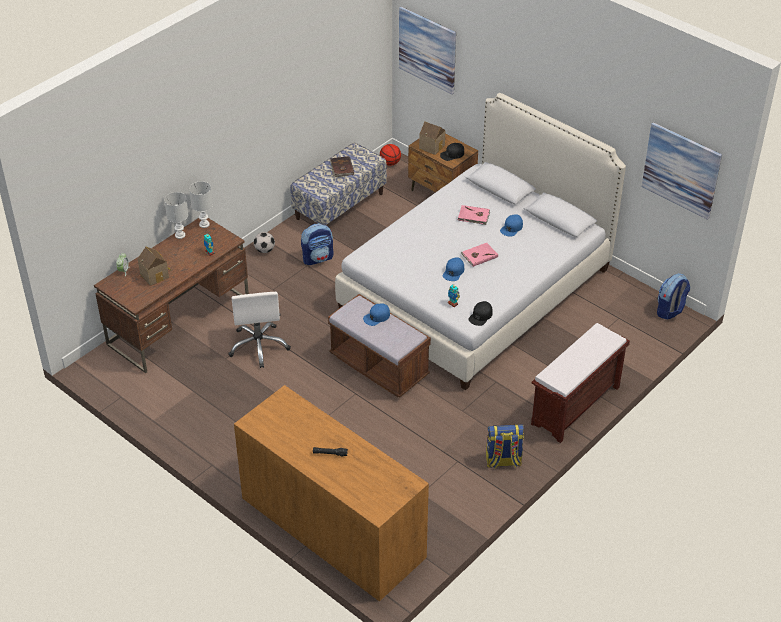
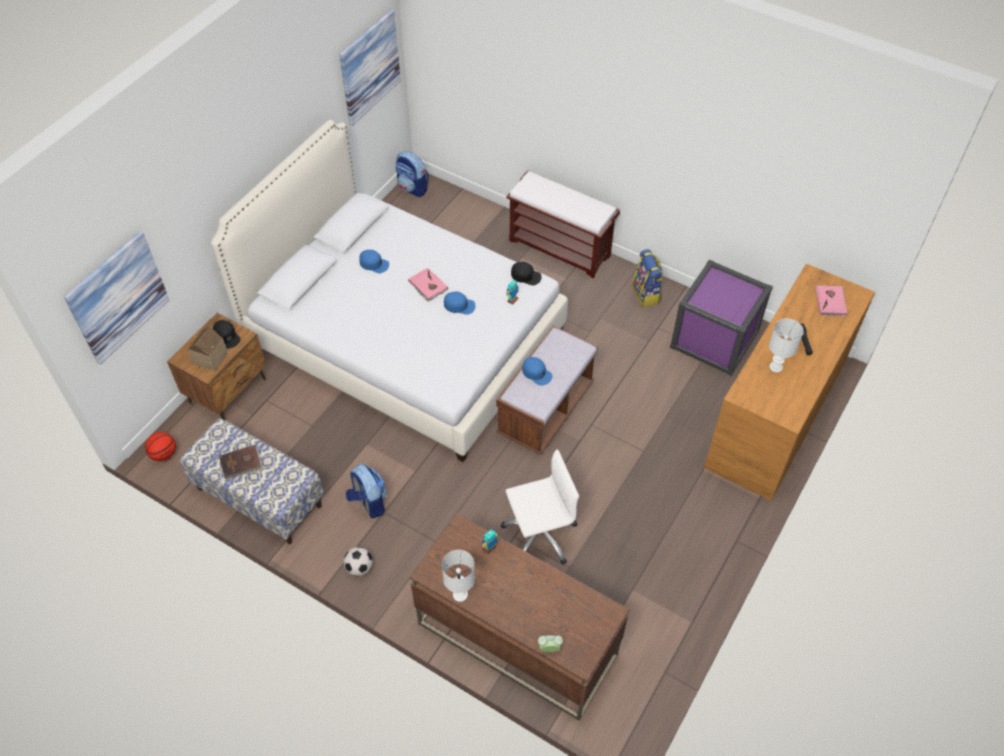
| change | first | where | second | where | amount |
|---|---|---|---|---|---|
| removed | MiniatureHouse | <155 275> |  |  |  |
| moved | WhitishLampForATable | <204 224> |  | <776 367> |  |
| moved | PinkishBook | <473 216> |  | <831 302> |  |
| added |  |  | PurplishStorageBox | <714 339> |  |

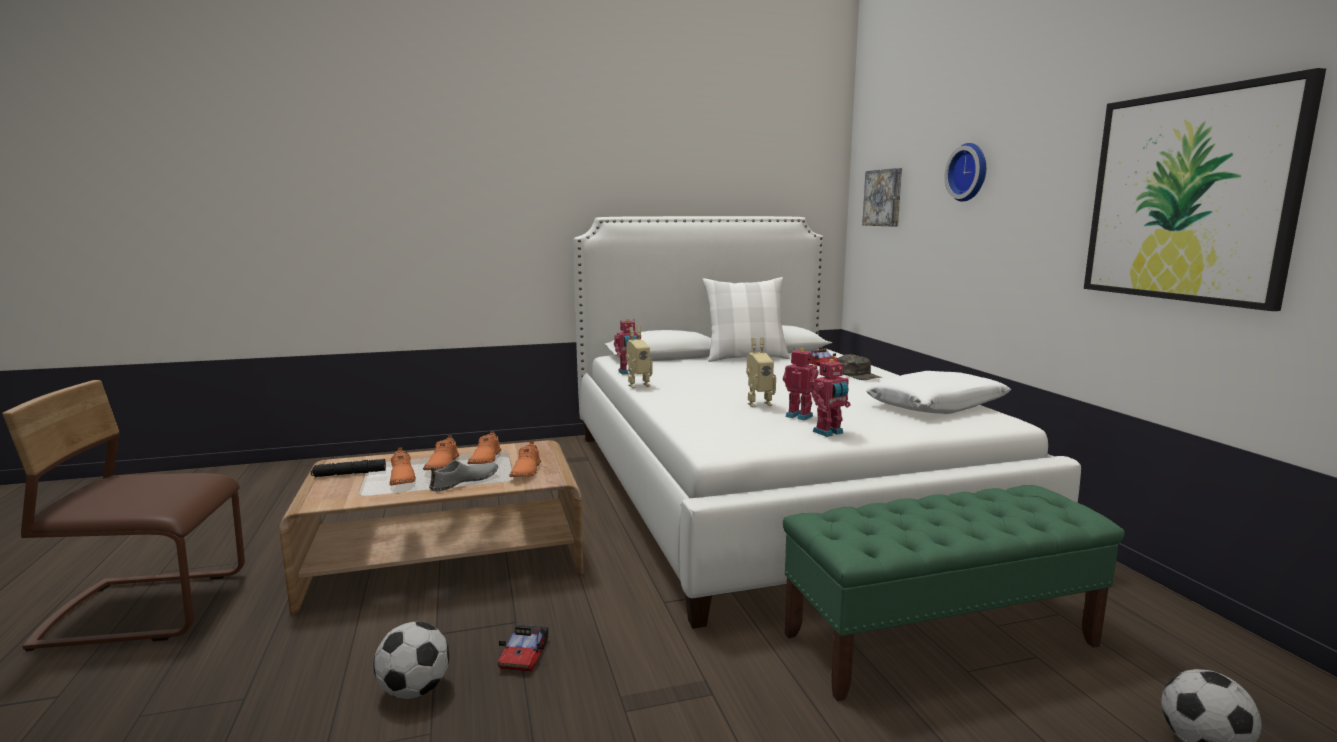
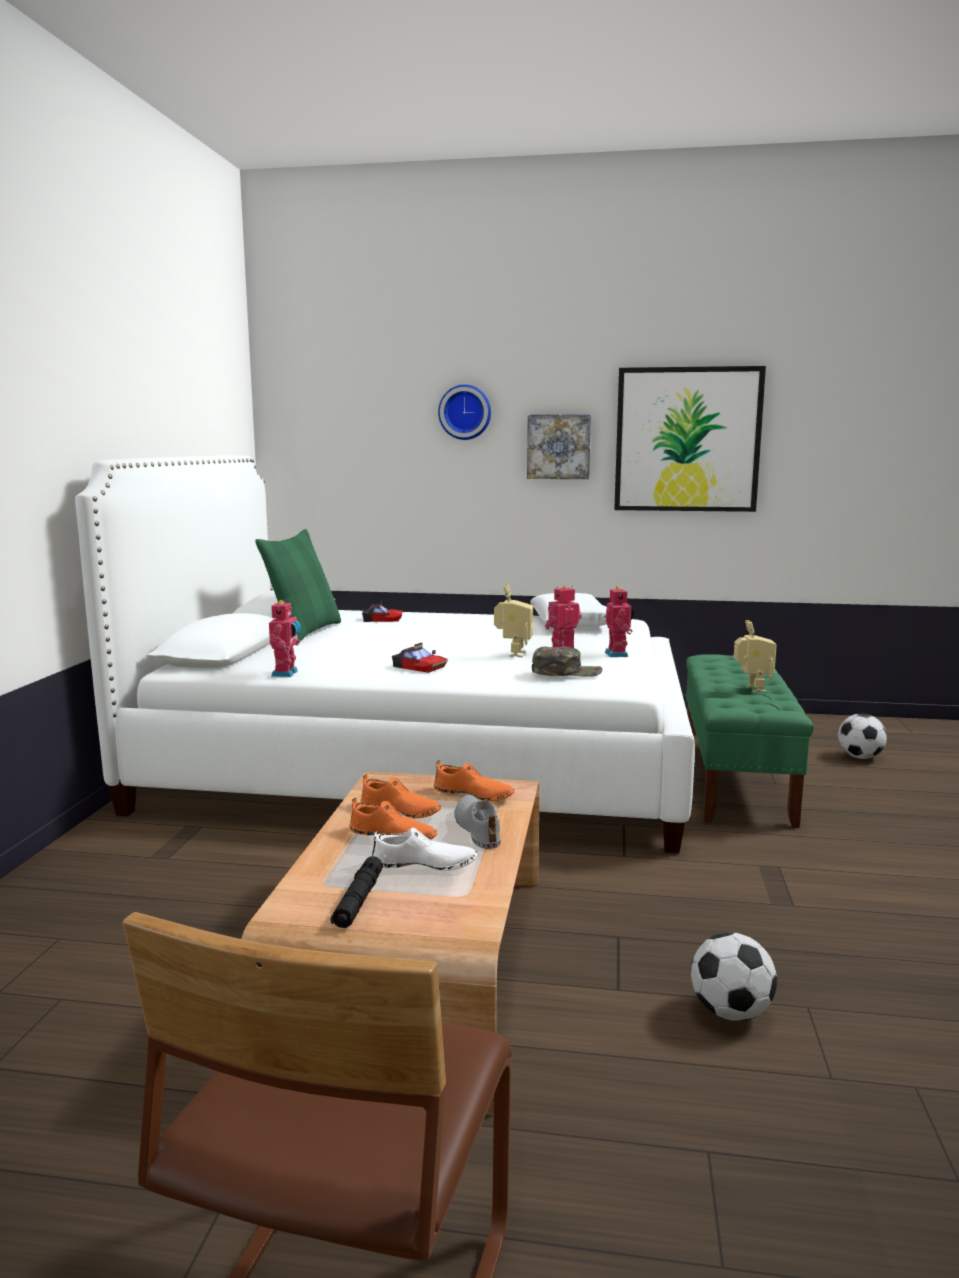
| change | first | where | second | where | amount |
|---|---|---|---|---|---|
| recoloured | OrangeyLowShoe | <401 478> | WhitishLowShoe | <424 864> |  |
| moved | MiniatureCar | <524 654> |  | <419 667> |  |
| moved | RobotFigure | <637 385> |  | <752 689> |  |
| recoloured | WhitishThrowPillow | <745 358> | GreenishThrowPillow | <304 632> |  |
| moved | GreenishBaseballCap | <859 375> |  | <566 671> |  |
| moved | WallPicture | <884 198> |  | <559 446> |  |

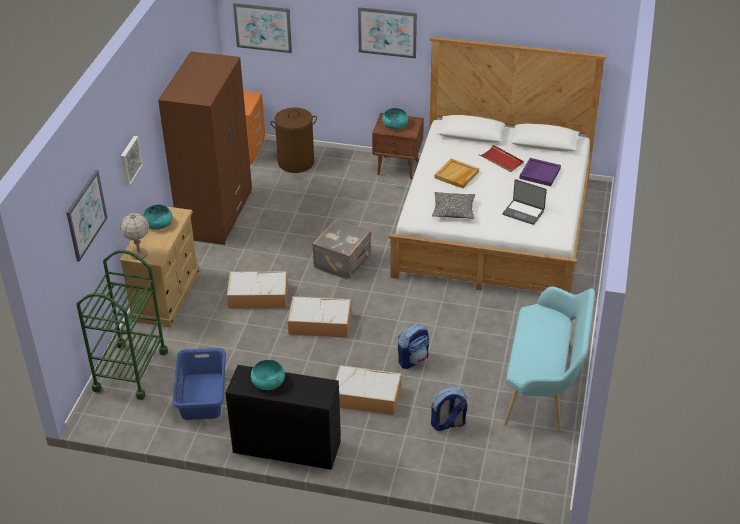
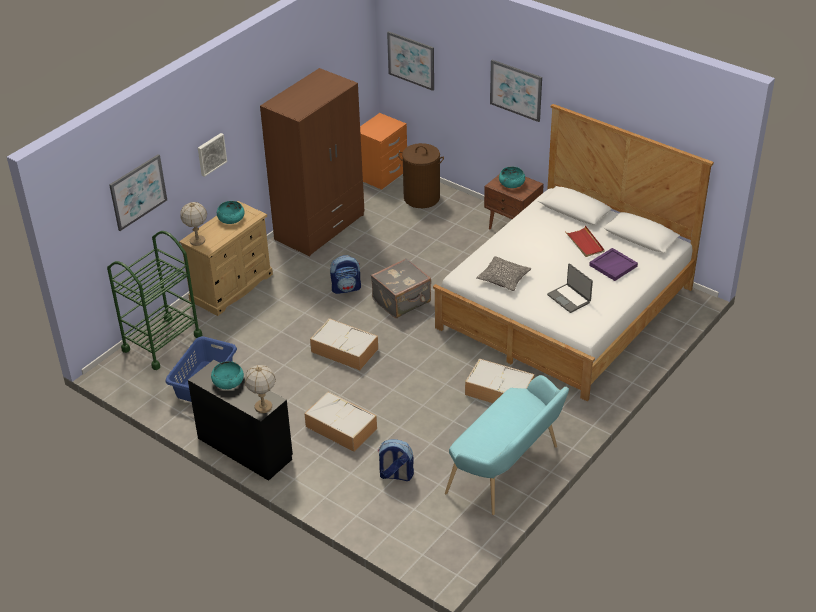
| change | first | where | second | where | amount |
|---|---|---|---|---|---|
| moved | StorageBox | <259 296> |  | <500 391> |  |
| moved | Backpack | <413 359> |  | <346 288> |  |
| removed | BeigeColouredTray | <456 175> |  |  |  |
| added |  |  | LampForATable | <263 407> |  |

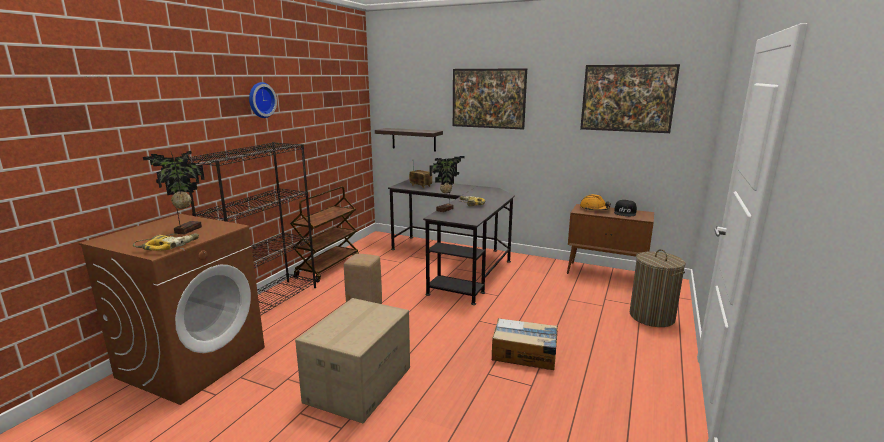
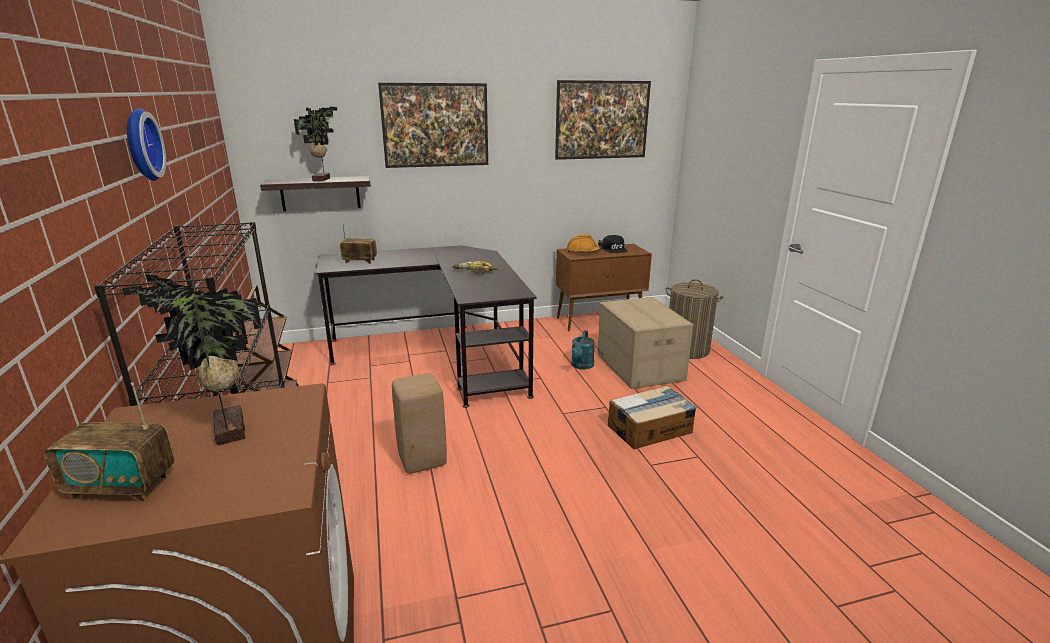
| change | first | where | second | where | amount |
|---|---|---|---|---|---|
| removed | Drill | <169 246> |  |  |  |
| moved | PackingBox | <358 384> |  | <638 367> |  |
| moved | PottedPlant | <446 210> |  | <323 179> |  |
| added |  |  | RadioReceiver | <122 486> |  |
| added |  |  | BlueGreenWateringCan | <581 366> |  |

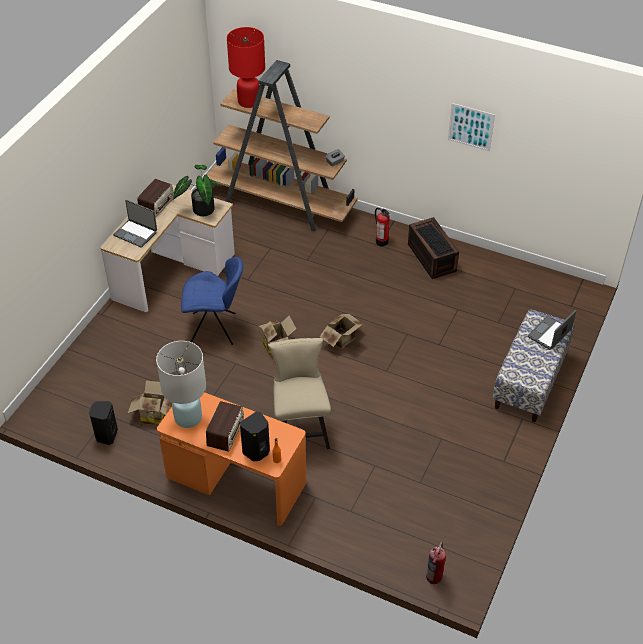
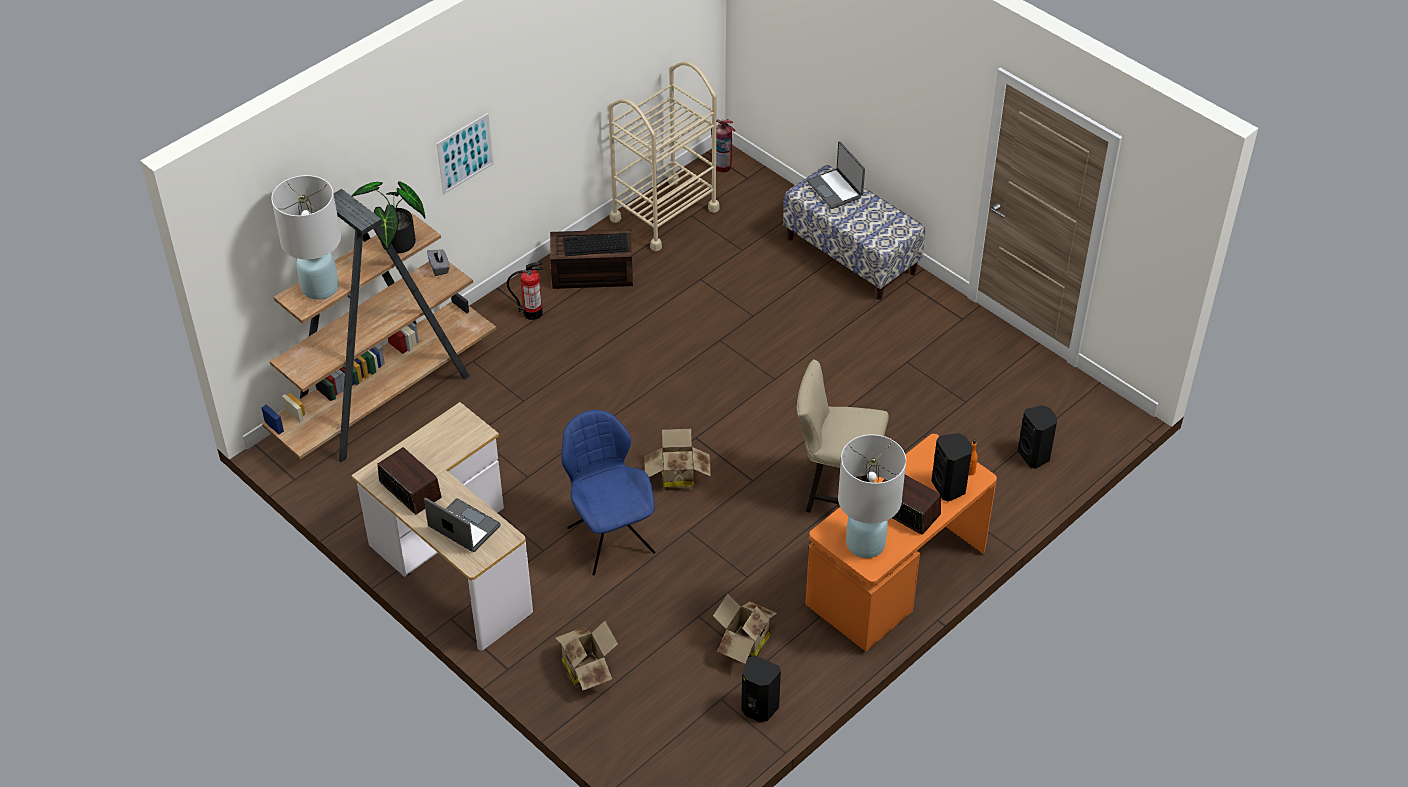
| change | first | where | second | where | amount |
|---|---|---|---|---|---|
| turned | Laptop | <136 233> |  | <463 528> | 105 degrees counterclockwise |
| moved | PottedPlant | <201 209> |  | <395 245> |  |
| turned | BlueColouredUprightChair | <215 329> |  | <609 538> | 45 degrees counterclockwise |
| recoloured | RedLampForATable | <248 101> | WhitishLampForATable | <319 287> |  |
| moved | PackingBox | <343 340> |  | <587 669> |  |
| moved | FireFightingCylinder | <434 577> |  | <723 166> |  |
| moved | WallPicture | <471 127> |  | <465 153> |  |
| added |  |  | BeigeColouredTrolley | <664 214> |  |
| added |  |  | BlackSpeaker | <1034 456> |  |

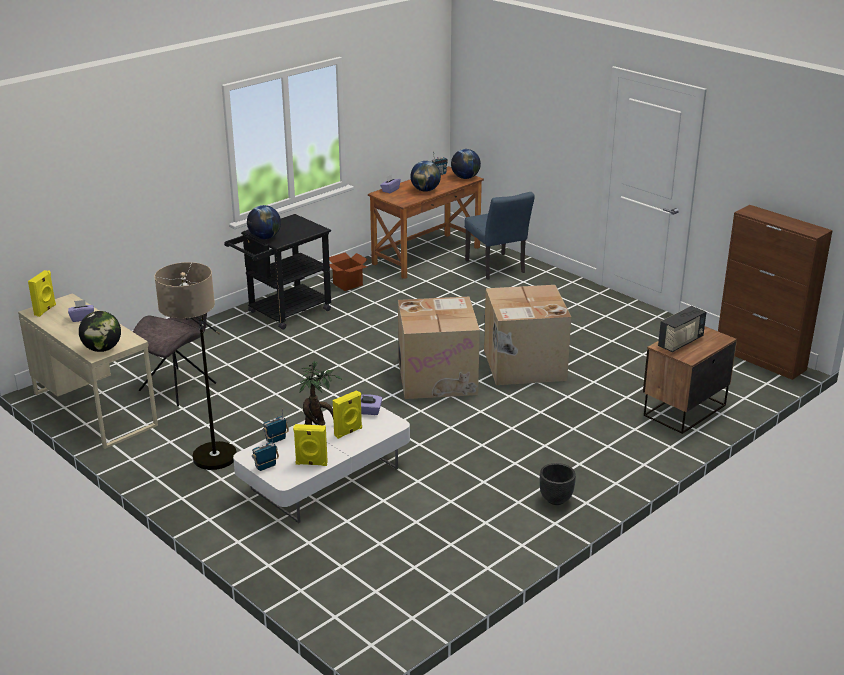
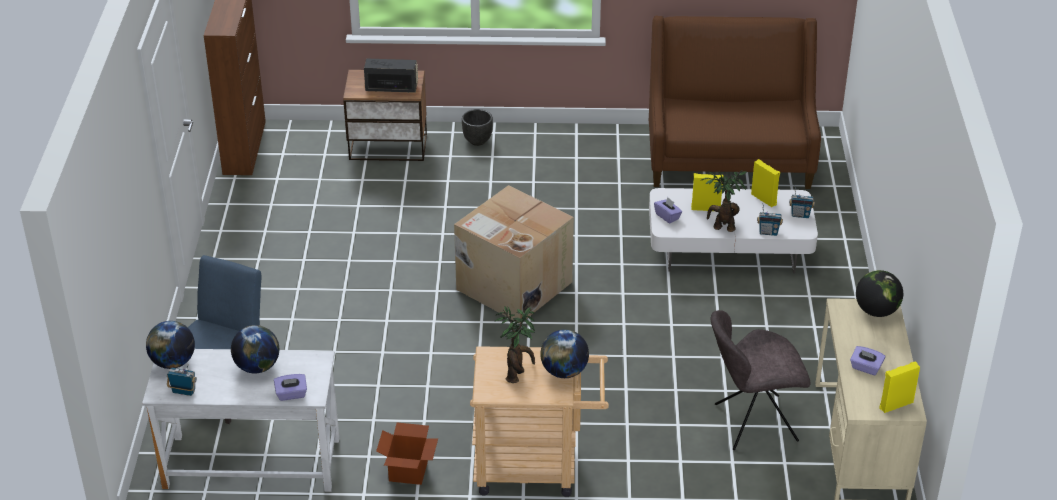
| change | first | where | second | where | amount |
|---|---|---|---|---|---|
| removed | StandingLamp | <209 467> |  |  |  |
| recoloured | BlackTrolley | <284 313> | BeigeColouredTrolley | <536 467> |  |
| recoloured | BrownColouredDeskTable | <426 255> | WhitishDeskTable | <251 464> |  |
| removed | PackingBox | <523 365> |  |  |  |
| moved | BlackFlowerPot | <555 499> |  | <477 141> |  |
| added |  |  | PottedPlant | <518 374> |  |
| added |  |  | BrownColouredCouch | <728 158> |  |

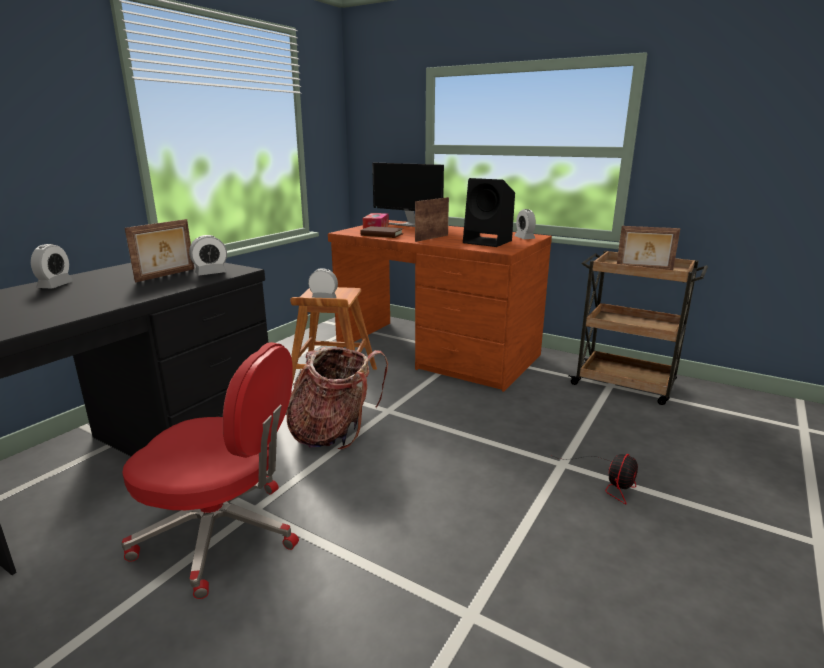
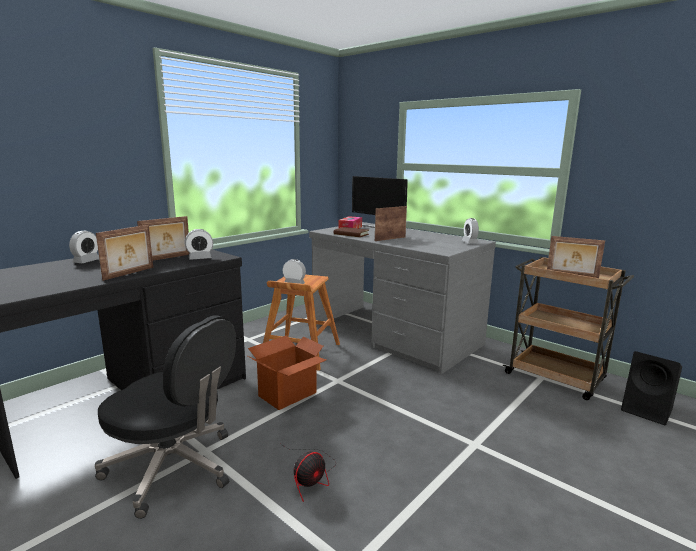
| change | first | where | second | where | amount |
|---|---|---|---|---|---|
| recoloured | RedDeskChair | <222 534> | BlackDeskChair | <174 468> |  |
| replaced | Backpack | <334 433> | PackingBox | <288 394> |  |
| recoloured | BrownColouredDeskTable | <437 353> | GreyDeskTable | <394 335> |  |
| moved | BlackSpeaker | <489 242> |  | <648 410> |  |
| moved | ElectricFan | <609 481> |  | <311 476> |  |
| added |  |  | StandingFrame | <129 273> |  |

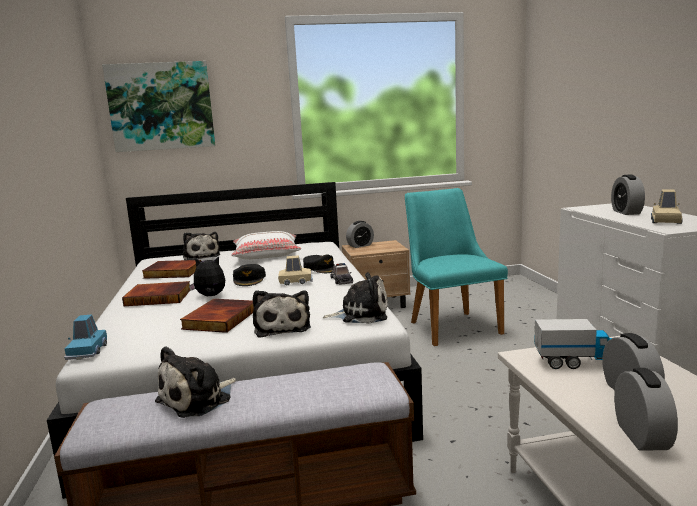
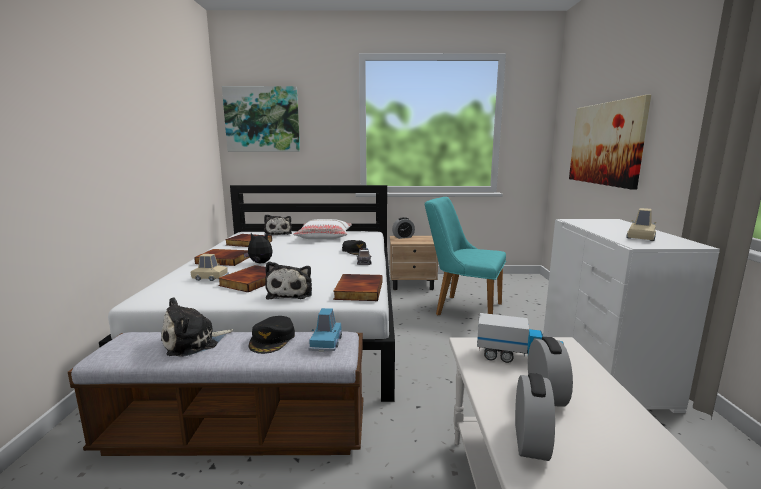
| change | first | where | second | where | amount |
|---|---|---|---|---|---|
| moved | BlueColouredMiniatureCar | <88 351> |  | <326 342> |  |
| moved | BlackBaseballCap | <249 279> |  | <272 339> |  |
| moved | BeigeColouredMiniatureCar | <296 281> |  | <210 278> |  |
| replaced | SoftToy | <361 314> | Book | <358 290> |  |
| turned | BlueGreenUprightChair | <450 325> |  | <462 308> | 60 degrees counterclockwise |
| removed | TableClock | <626 212> |  |  |  |
| added |  |  | WallPicture | <605 144> |  |

